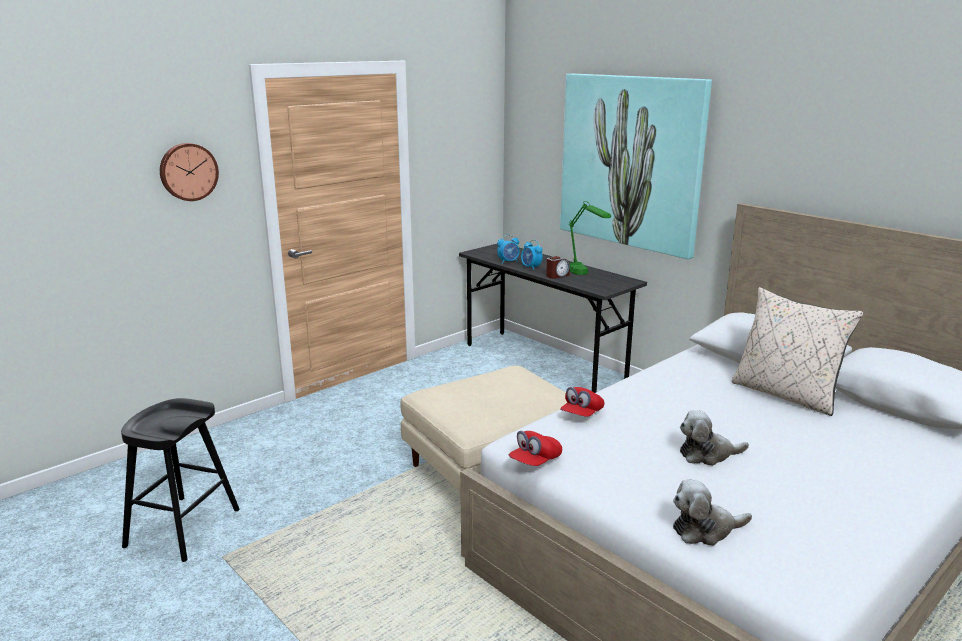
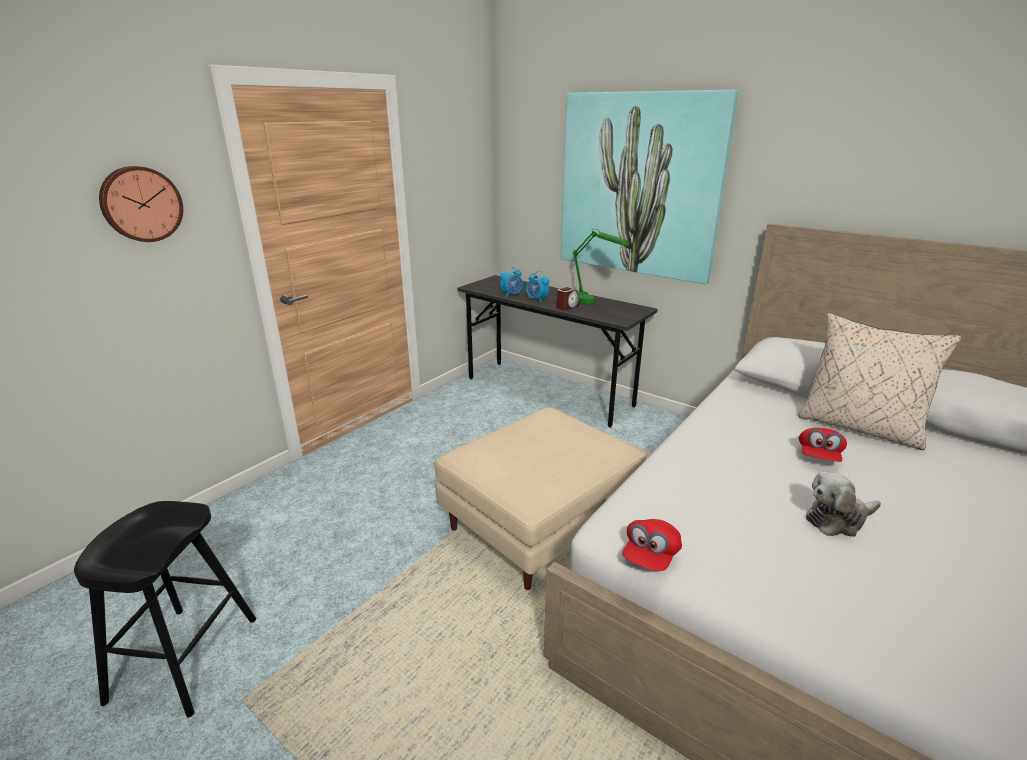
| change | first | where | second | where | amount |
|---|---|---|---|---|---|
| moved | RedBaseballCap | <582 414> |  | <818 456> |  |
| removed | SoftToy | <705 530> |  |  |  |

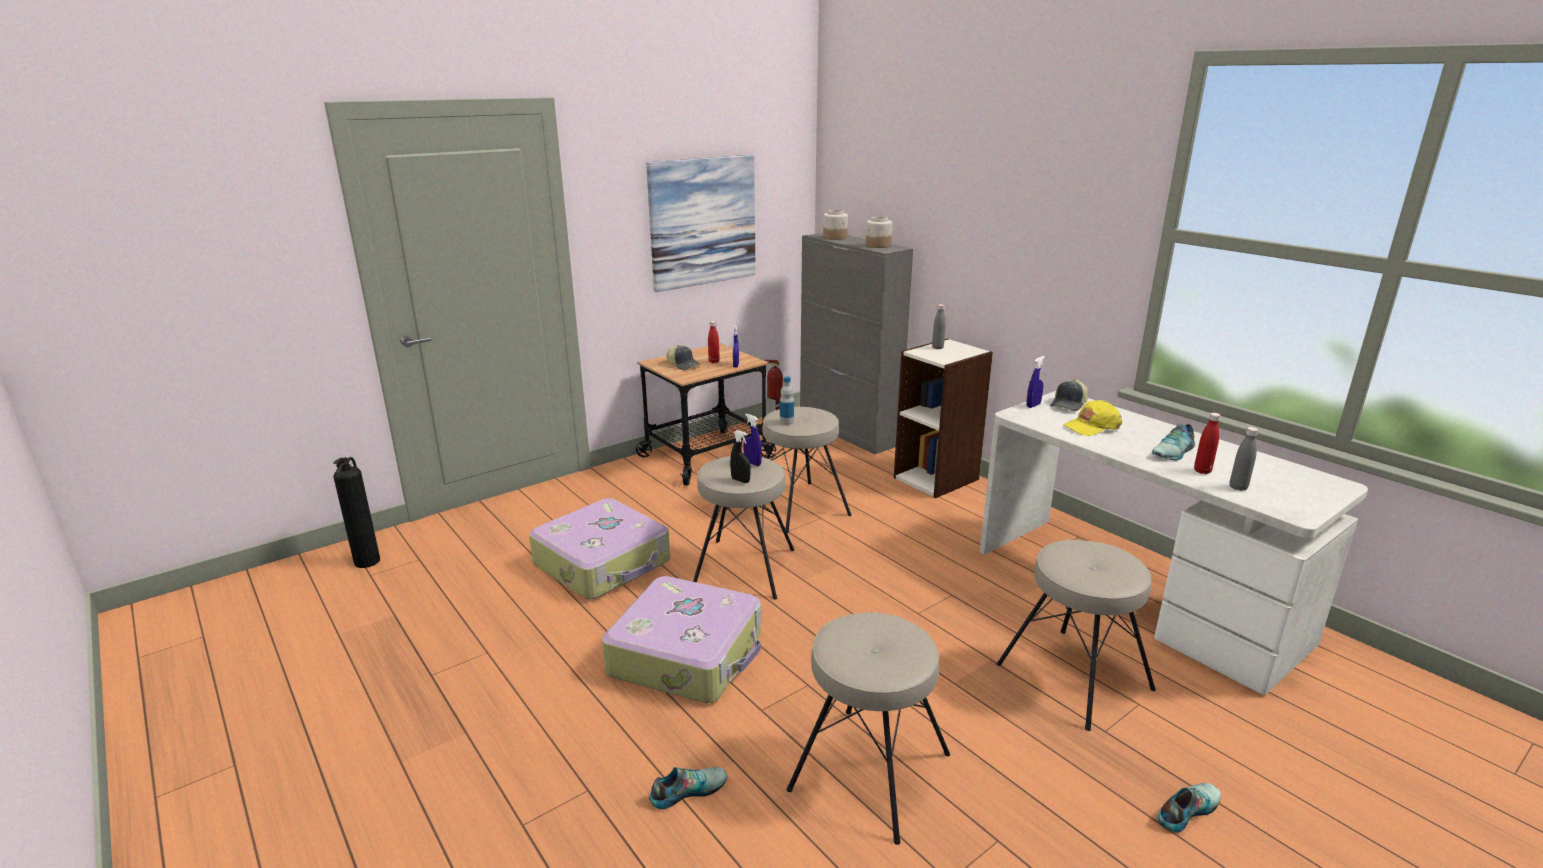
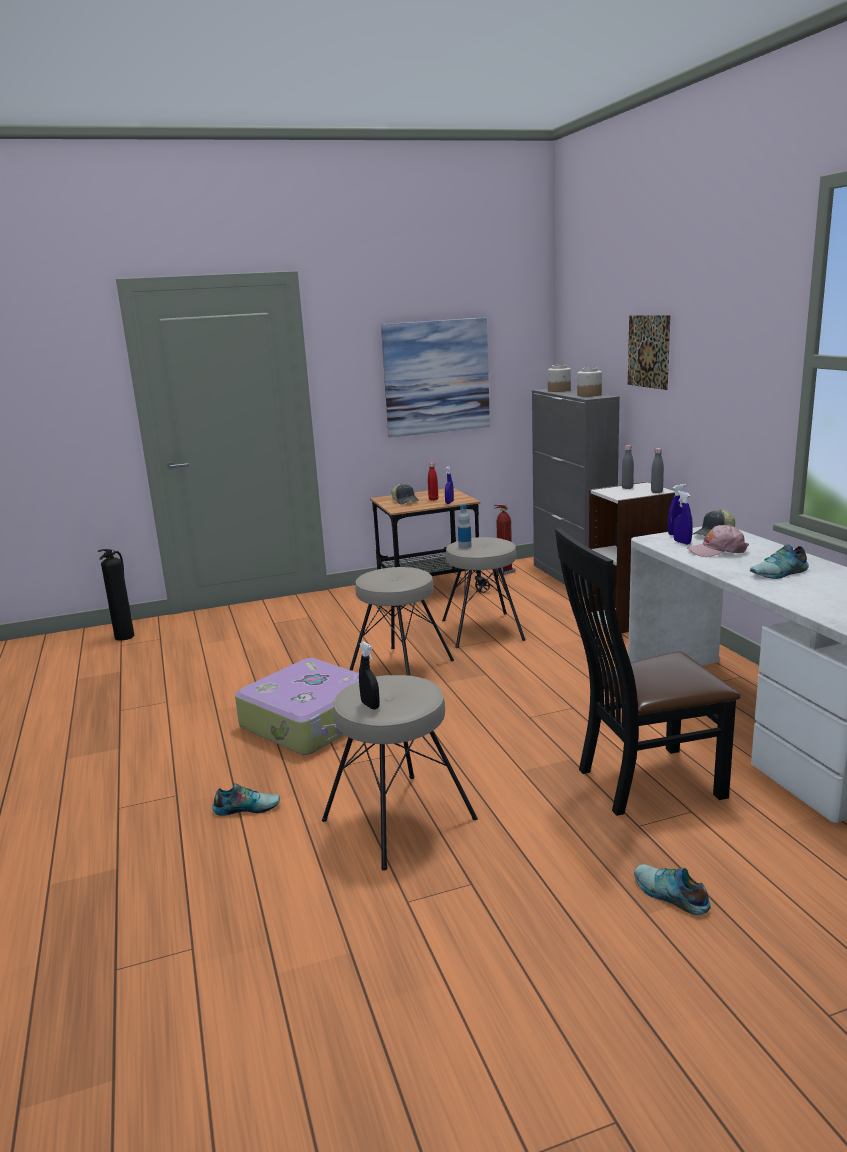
| change | first | where | second | where | amount |
|---|---|---|---|---|---|
| removed | Suitcase | <604 563> |  |  |  |
| moved | BlackHandSprayer | <740 480> |  | <370 705> |  |
| moved | BlueColouredHandSprayer | <752 463> |  | <682 542> |  |
| replaced | BeigeColouredSittingStool | <1073 677> | BlackUprightChair | <640 782> |  |
| recoloured | YellowishBaseballCap | <1091 426> | PinkishBaseballCap | <717 551> |  |
| turned | LowShoe | <1185 810> |  | <670 895> | 120 degrees counterclockwise |
| removed | RedBottle | <1202 471> |  |  |  |
| moved | GreyBottle | <1238 487> |  | <656 492> |  |
| added |  |  | WallPicture | <648 351> |  |

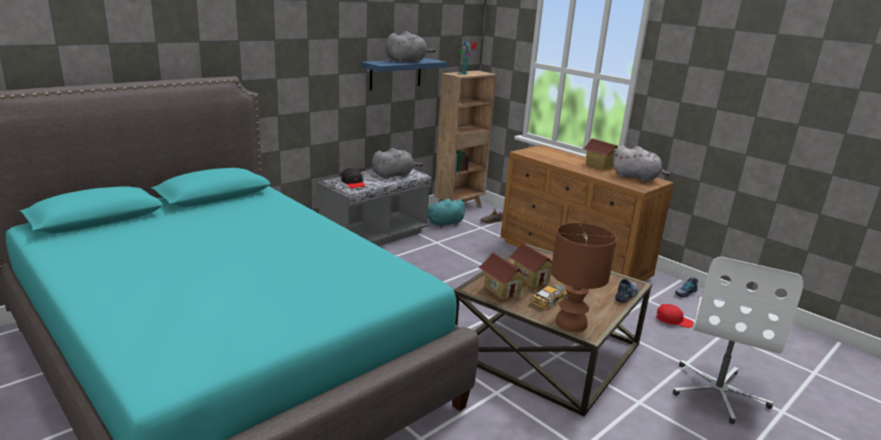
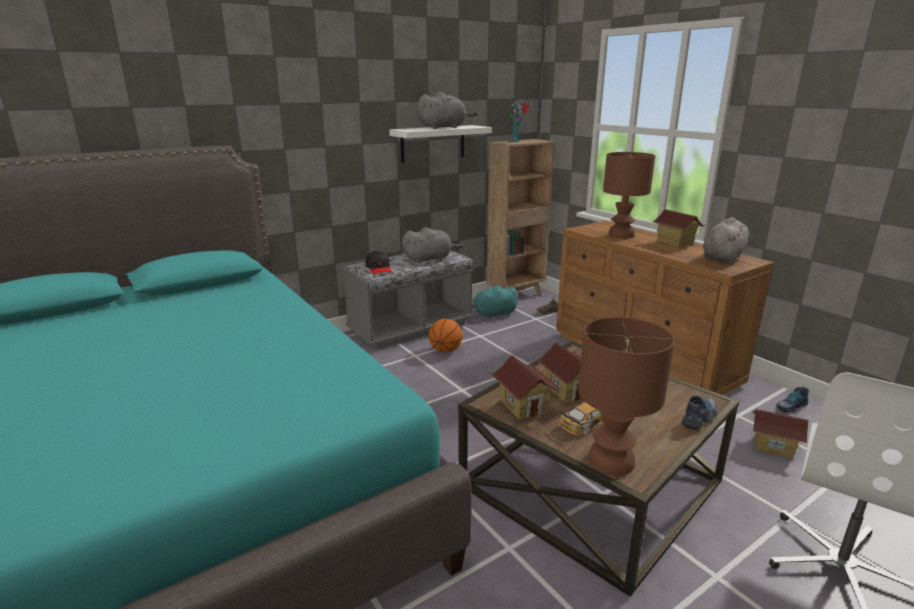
| change | first | where | second | where | amount |
|---|---|---|---|---|---|
| recoloured | BlueColouredWallShelf | <395 74> | WhitishWallShelf | <433 143> |  |
| turned | GreySoftToy | <637 178> |  | <723 257> | 90 degrees counterclockwise |
| replaced | RedBaseballCap | <673 320> | MiniatureHouse | <773 446> |  |
| added |  |  | BallForBasketball | <445 350> |  |
| added |  |  | BrownColouredLampForATable | <621 235> |  |

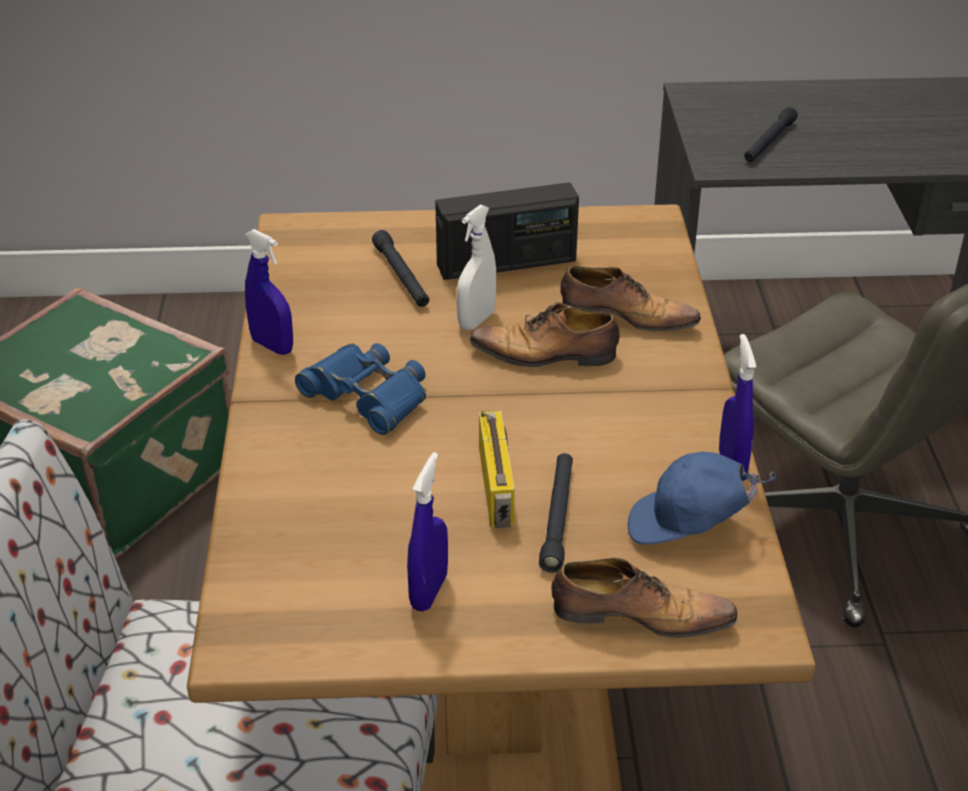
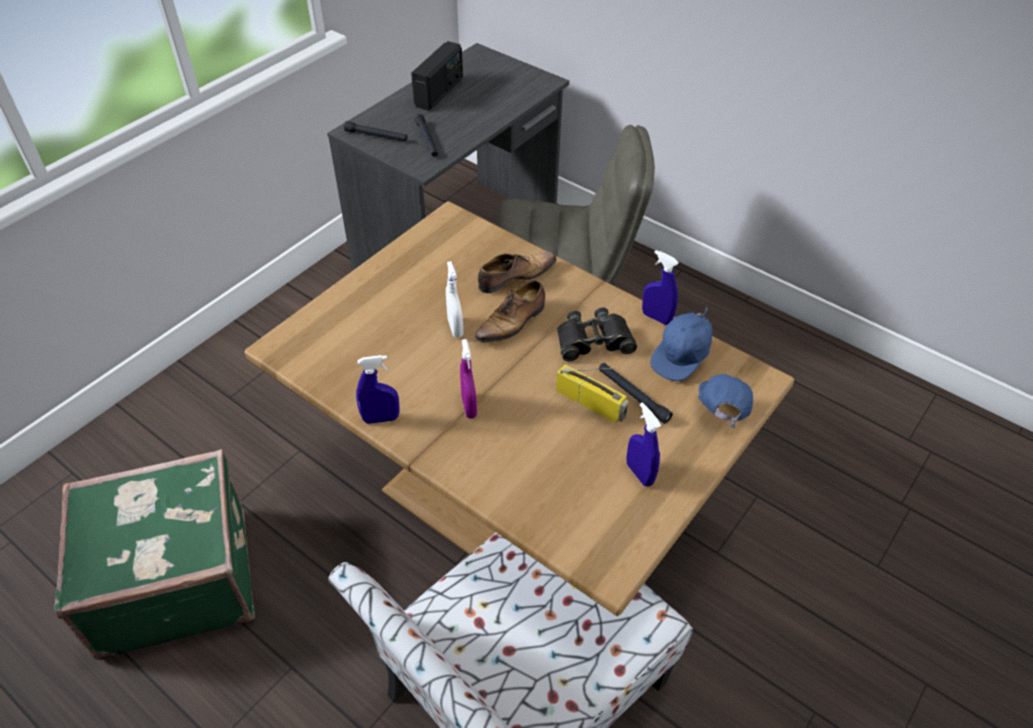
| change | first | where | second | where | amount |
|---|---|---|---|---|---|
| replaced | BlueColouredFieldGlasses | <367 396> | PurplishHandSprayer | <469 407> |  |
| moved | BlackHandTorch | <401 276> |  | <376 136> |  |
| moved | RadioReceiver | <506 263> |  | <439 92> |  |
| replaced | LowShoe | <638 616> | BlueColouredBaseballCap | <720 412> |  |
| added |  |  | BlackFieldGlasses | <593 341> |  |

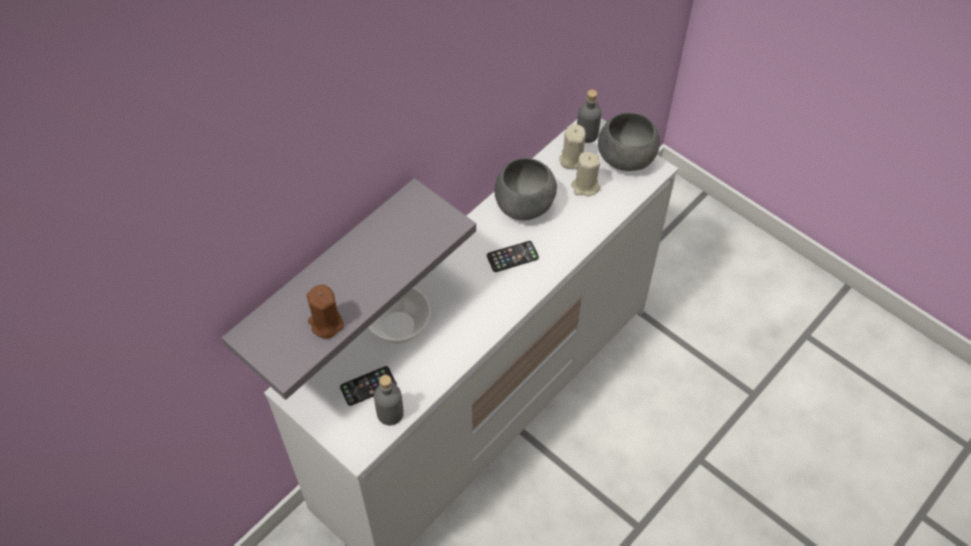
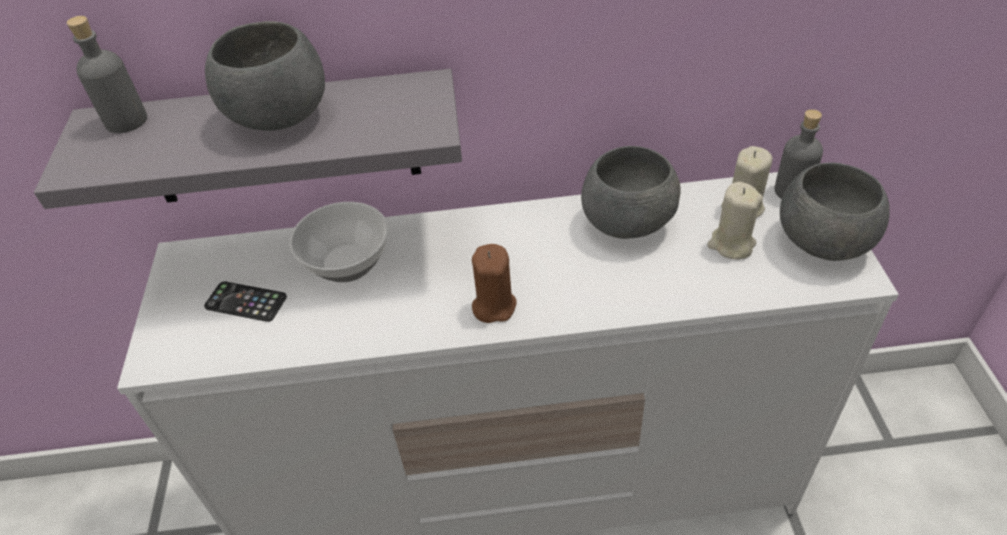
| change | first | where | second | where | amount |
|---|---|---|---|---|---|
| moved | BrownColouredCandle | <326 324> |  | <493 306> |  |
| moved | GreyBottle | <390 413> |  | <126 121> |  |
| removed | Handset | <512 257> |  |  |  |
| added |  |  | GreyBowl | <279 116> |  |

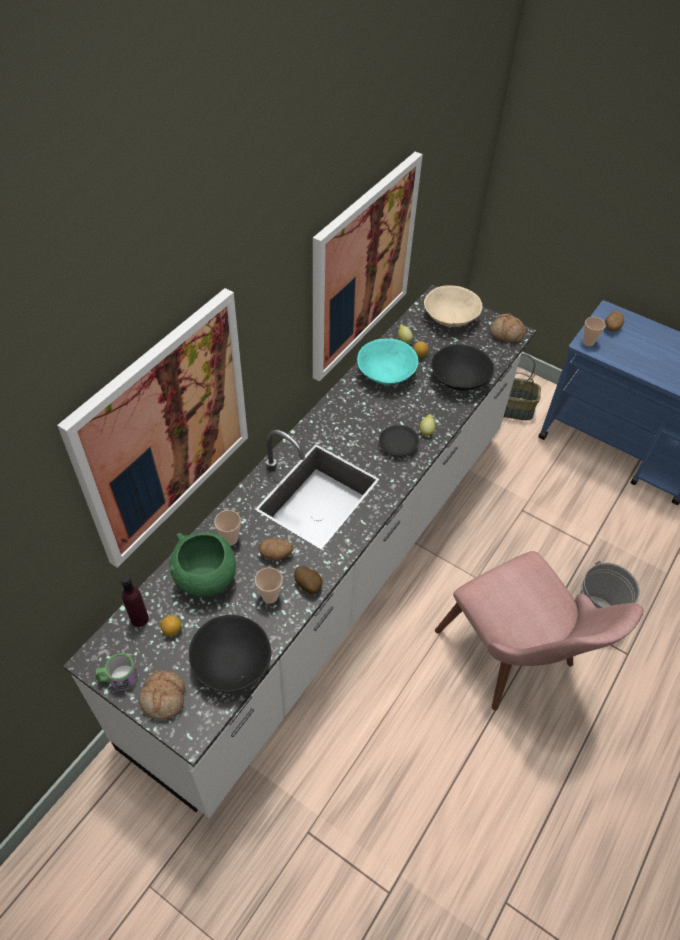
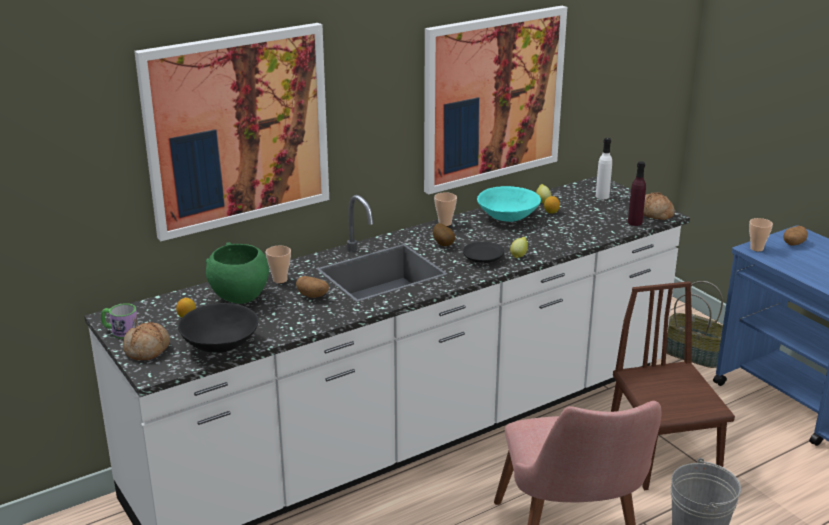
| change | first | where | second | where | amount |
|---|---|---|---|---|---|
| moved | PurplishBottle | <139 618> |  | <635 222> |  |
| moved | Cup | <270 596> |  | <445 223> |  |
| moved | WholePotato | <309 585> |  | <444 244> |  |
| replaced | BeigeColouredBowl | <450 318> | WhitishBottle | <602 196> |  |
| removed | BlackBowl | <459 379> |  |  |  |
| added |  |  | BrownColouredUprightChair | <663 455> |  |

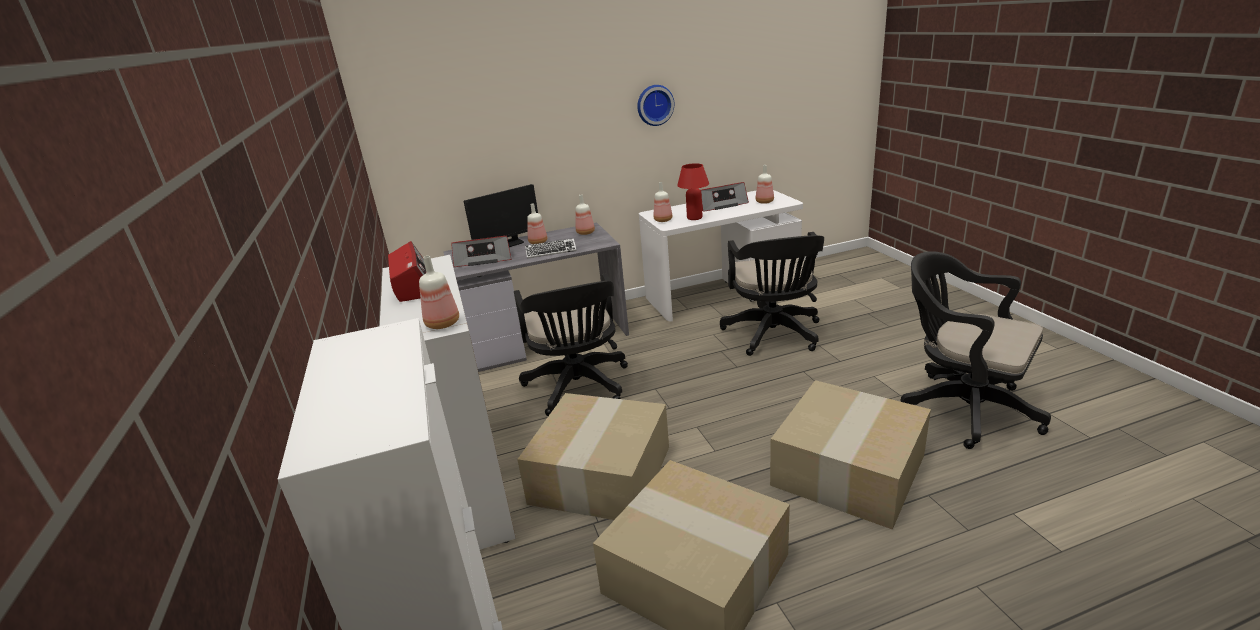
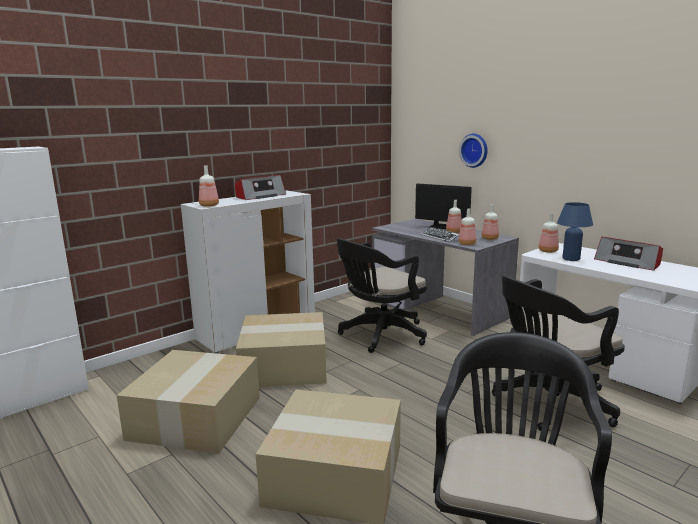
| change | first | where | second | where | amount |
|---|---|---|---|---|---|
| removed | RadioReceiver | <483 259> |  |  |  |
| moved | WallClock | <654 105> |  | <475 150> |  |
| recoloured | RedLampForATable | <694 218> | BlueColouredLampForATable | <571 259> |  |
| moved | Bottle | <764 201> |  | <467 244> |  |

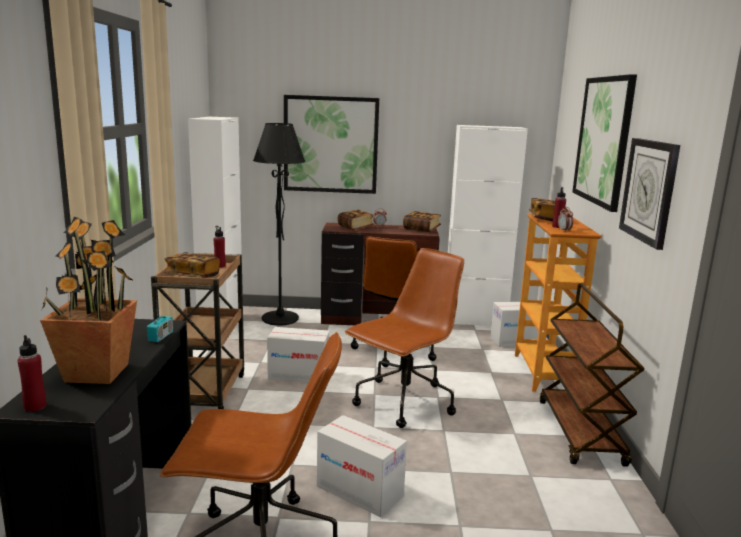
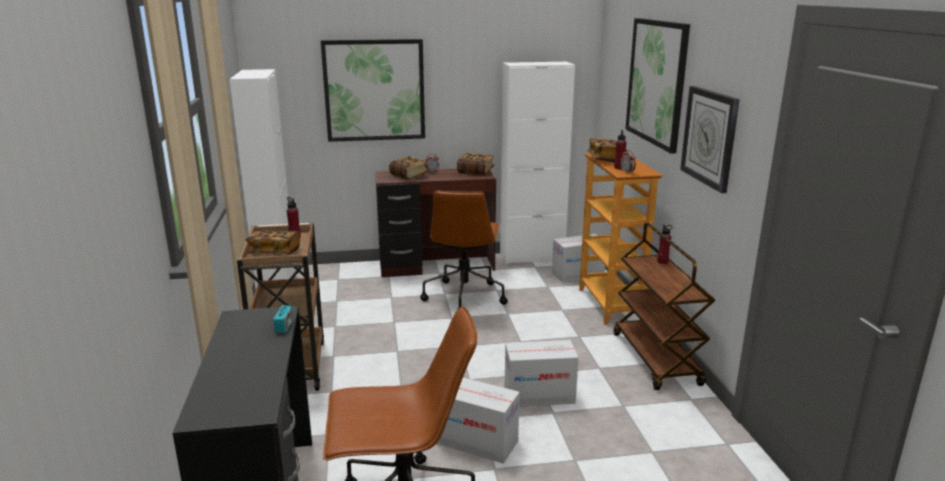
| change | first | where | second | where | amount |
|---|---|---|---|---|---|
| moved | RedBottle | <35 406> |  | <662 262> |  |
| removed | PottedPlant | <97 372> |  |  |  |
| removed | BlackStandingLamp | <280 319> |  |  |  |
| moved | PackingBox | <299 375> |  | <539 395> |  |
| removed | BrownColouredDeskChair | <403 403> |  |  |  |

